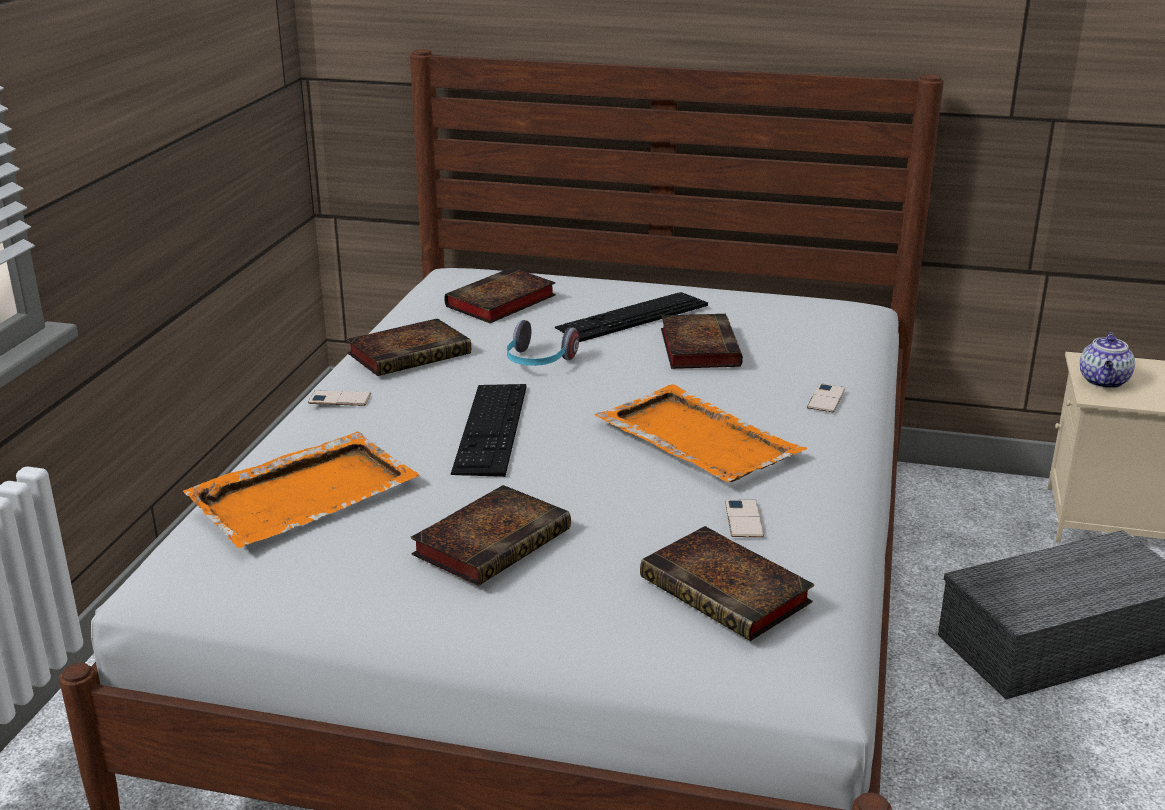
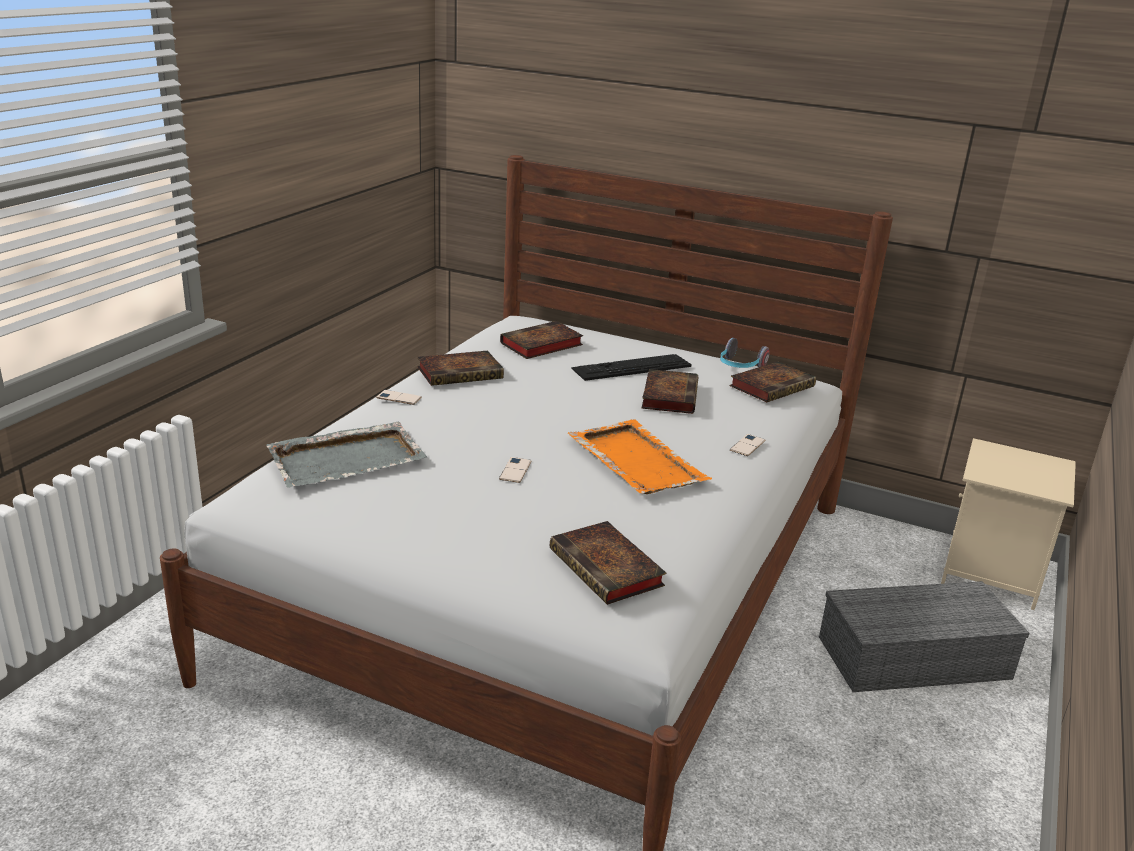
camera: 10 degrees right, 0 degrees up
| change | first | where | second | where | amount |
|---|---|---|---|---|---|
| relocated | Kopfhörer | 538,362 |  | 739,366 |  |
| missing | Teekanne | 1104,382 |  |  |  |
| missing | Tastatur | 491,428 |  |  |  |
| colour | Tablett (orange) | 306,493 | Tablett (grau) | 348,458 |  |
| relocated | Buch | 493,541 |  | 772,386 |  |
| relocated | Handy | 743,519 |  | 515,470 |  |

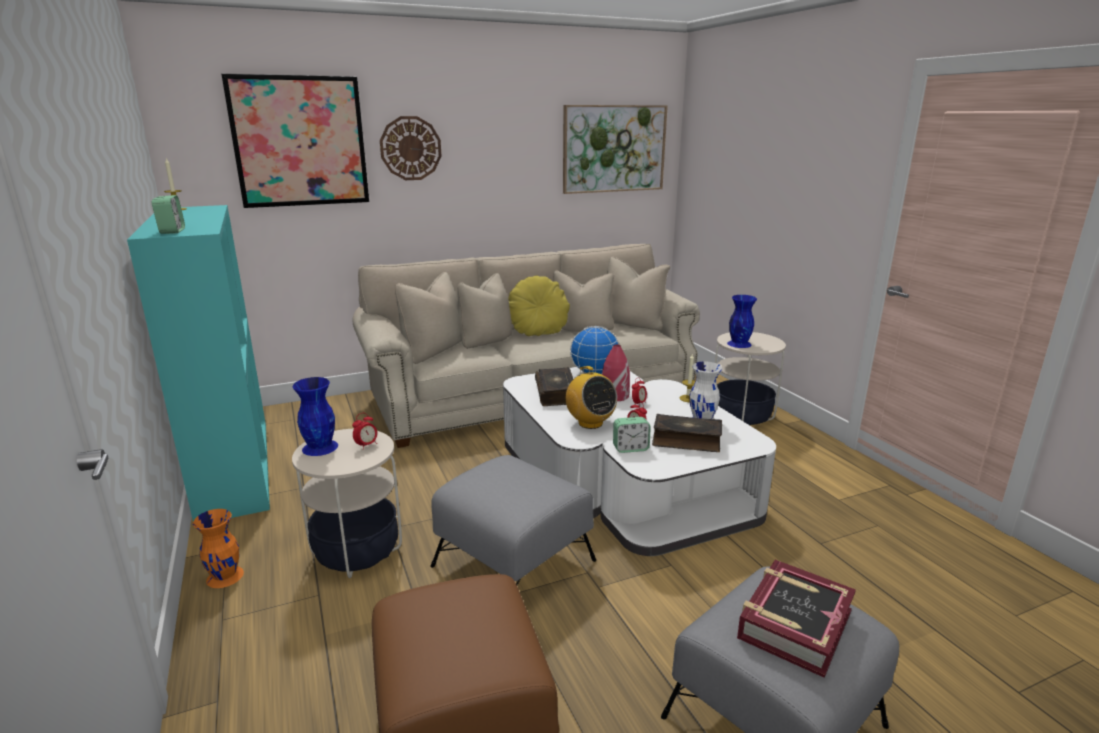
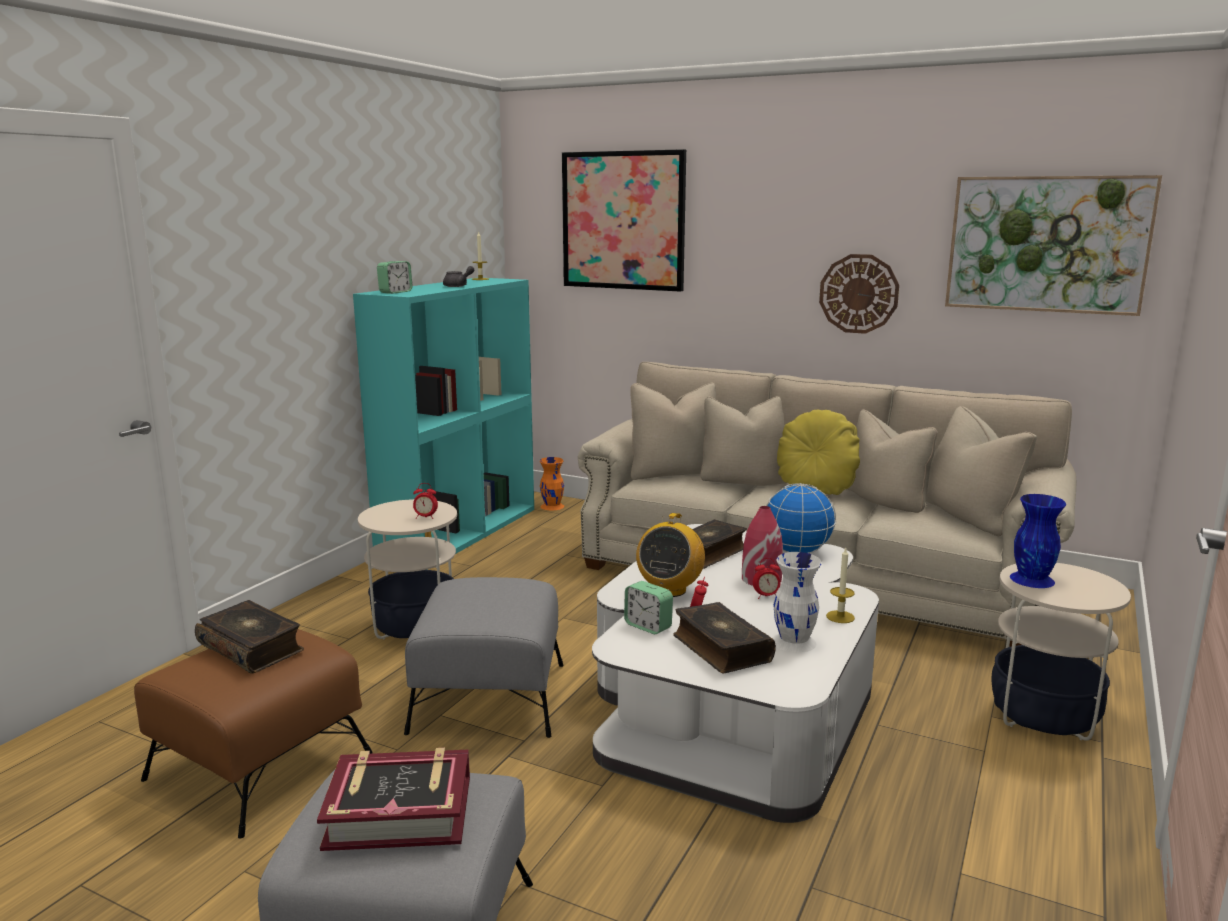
camera: 50 degrees right, 5 degrees down
| change | first | where | second | where | amount |
|---|---|---|---|---|---|
| relocated | Wanduhr | 410,148 |  | 858,293 |  |
| missing | Vase (blau) | 321,447 |  |  |  |
| relocated | Vase (orange) | 225,576 |  | 552,506 |  |
| appeared |  |  | Teekanne (grau) | 458,286 |  |
| appeared |  |  | Buch | 252,648 |  |

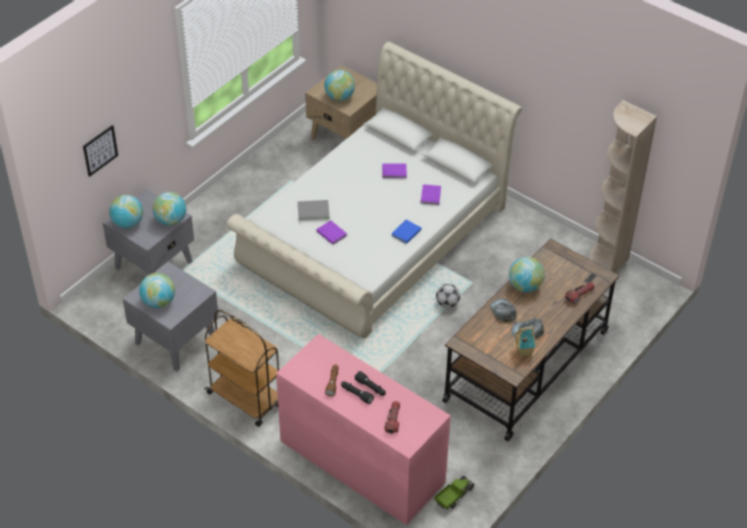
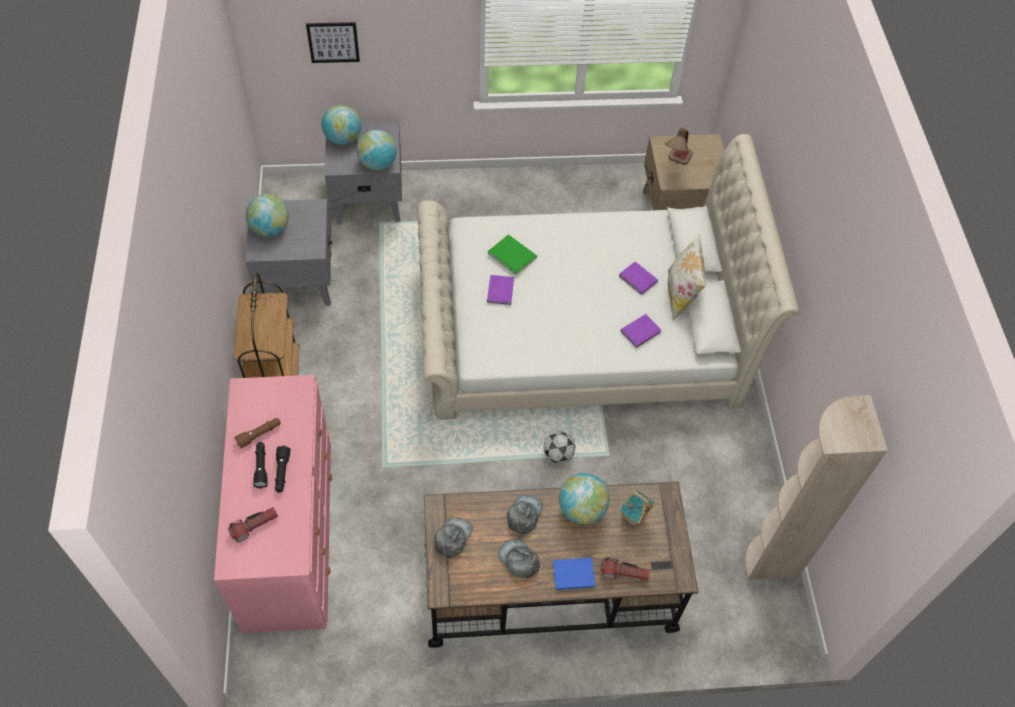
camera: 45 degrees right, 10 degrees up
| change | first | where | second | where | amount |
|---|---|---|---|---|---|
| exchanged | Globus | 339,97 | Tischlampe | 676,164 |  |
| colour | Buch (grau) | 312,210 | Buch (grün) | 512,254 |  |
| relocated | Buch (blau) | 405,233 |  | 572,574 |  |
| relocated | Spielzeughaus | 523,351 |  | 633,516 |  |
| missing | Spielzeuglaster | 454,496 |  |  |  |
| appeared |  |  | Kissen | 680,295 |  |
| appeared |  |  | Kappe (grau) | 452,538 |  |

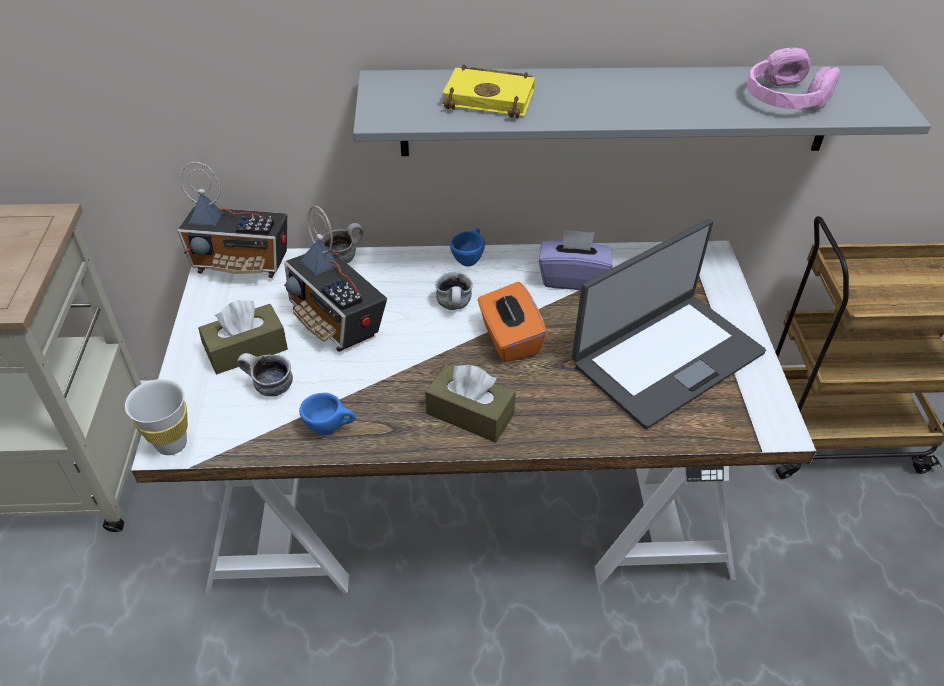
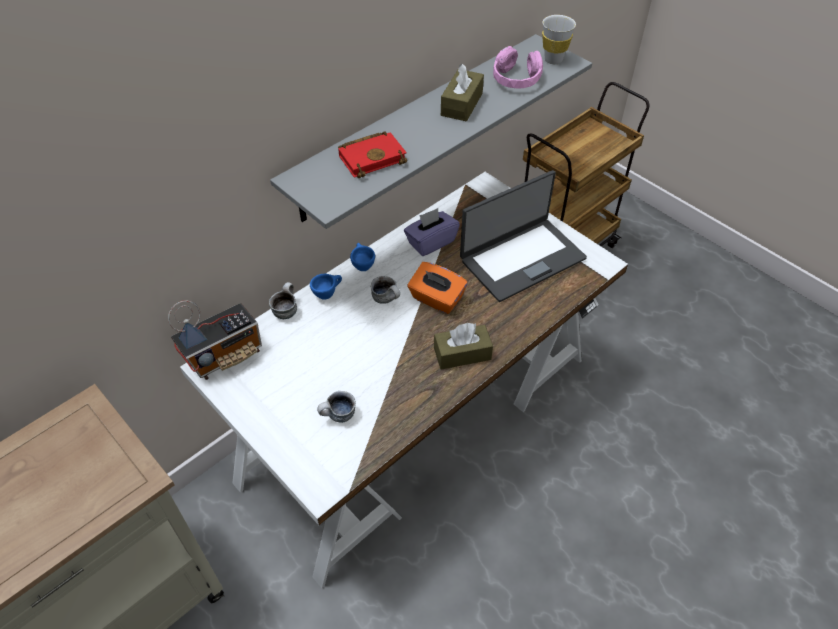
camera: 40 degrees left, 5 degrees up
| change | first | where | second | where | amount |
|---|---|---|---|---|---|
| colour | Buch (gelb) | 492,98 | Buch (rot) | 373,157 |  |
| missing | Radio | 337,322 |  |  |  |
| spun | Laptop | 666,357 |  | 521,258 | 45 degrees clockwise |
| relocated | Taschentuchbox (braun) | 246,349 |  | 461,104 |  |
| relocated | Tasse (weiß) | 171,444 |  | 553,60 |  |
| relocated | Tasse (blau) | 330,428 |  | 327,293 |  |

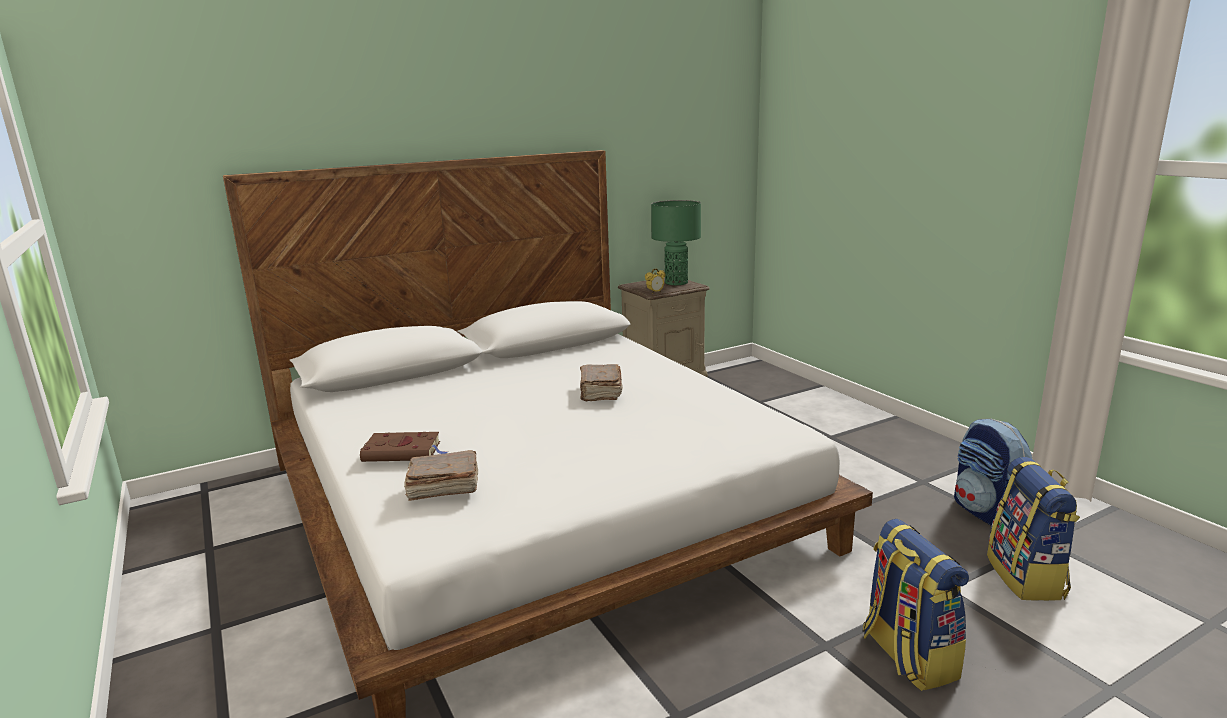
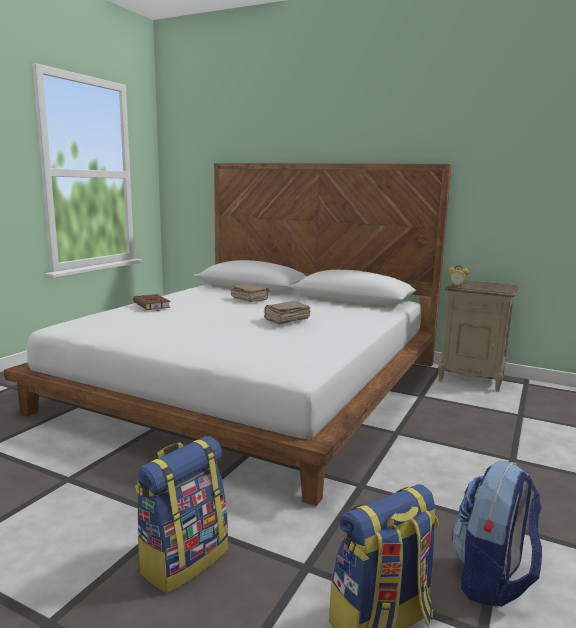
camera: 55 degrees right, 5 degrees down
| change | first | where | second | where | amount |
|---|---|---|---|---|---|
| missing | Tischlampe (grün) | 676,282 |  |  |  |
| relocated | Buch (braun) | 442,488 |  | 249,299 |  |

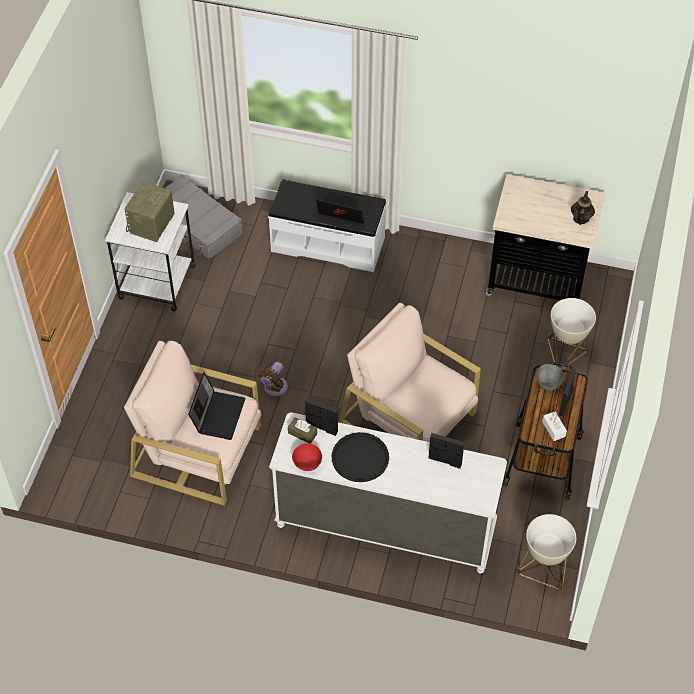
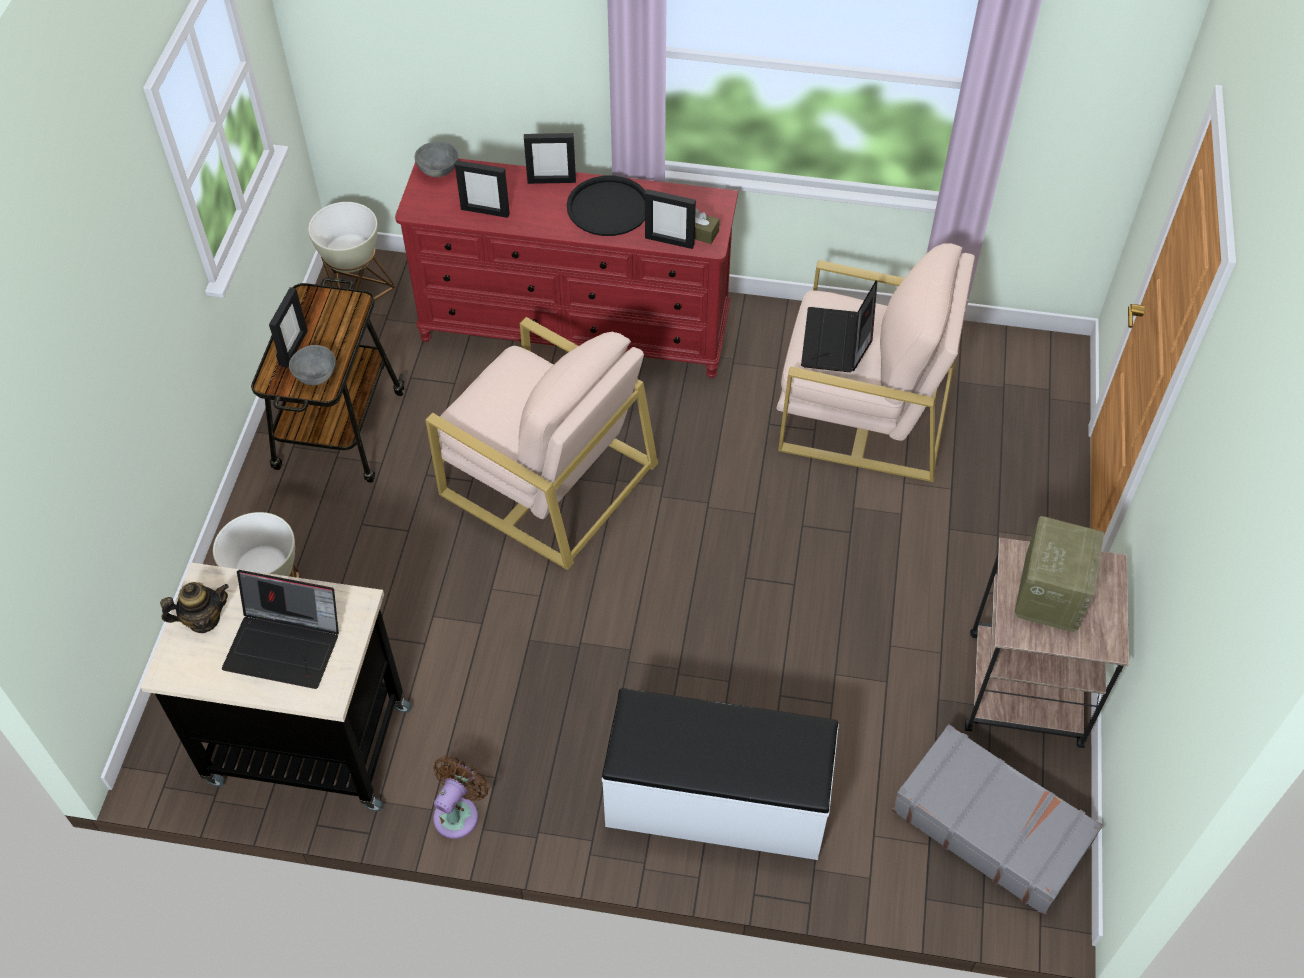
camera: 175 degrees right, 0 degrees up
| change | first | where | second | where | amount |
|---|---|---|---|---|---|
| spun | Teekanne | 581,218 |  | 203,619 | 120 degrees counterclockwise |
| colour | Rollwagen (weiß) | 157,281 | Rollwagen (braun) | 1024,691 |  |
| relocated | Laptop | 343,212 |  | 286,645 |  |
| relocated | Ventilator (braun) | 274,389 |  | 459,813 |  |
| colour | Kommode (weiß) | 384,526 | Kommode (rot) | 576,329 |  |
| missing | Taschentuchbox (weiß) | 553,429 |  |  |  |
| missing | Schüssel (rot) | 307,464 |  |  |  |
| appeared |  |  | Bilderrahmen | 551,180 |  |
| appeared |  |  | Schüssel (grau) | 437,171 |  |

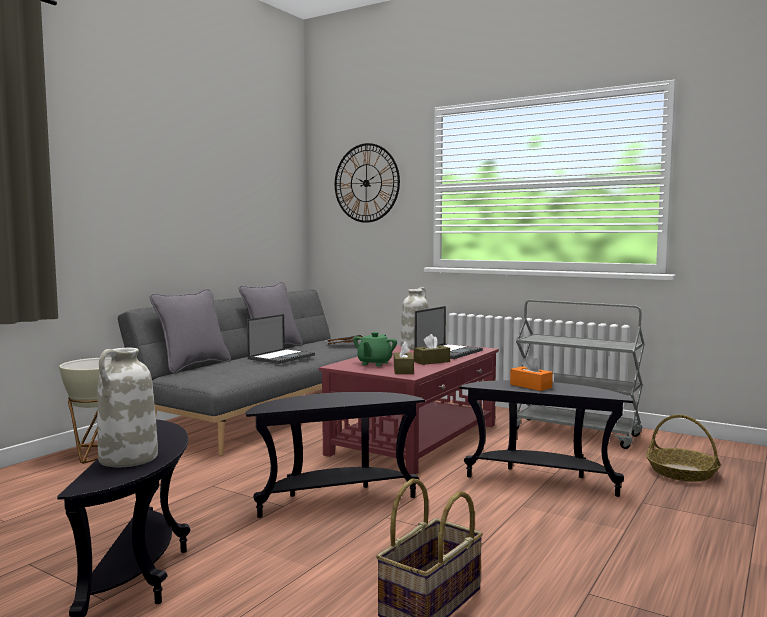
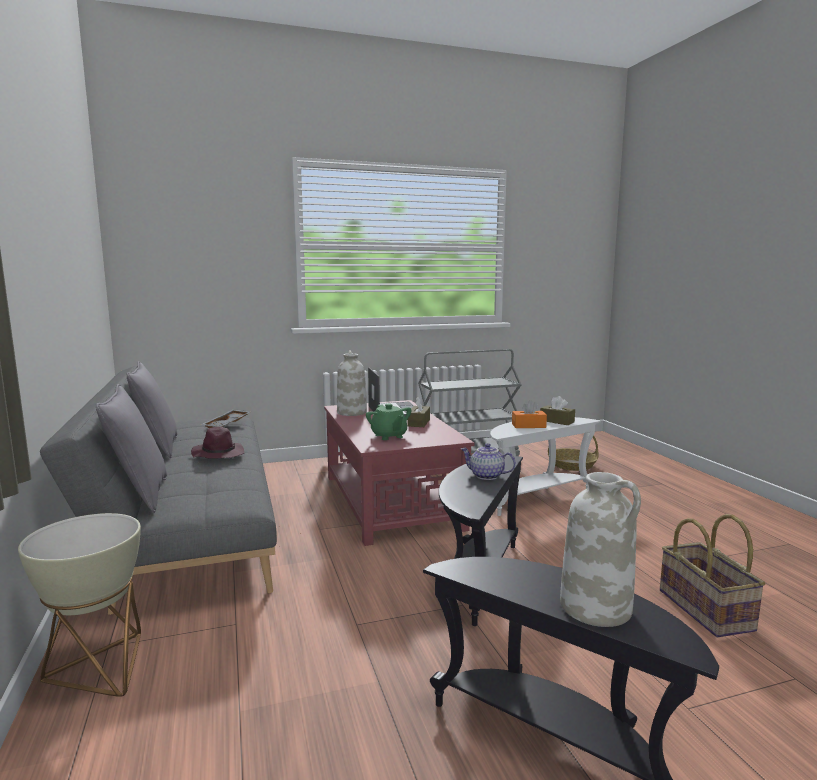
camera: 50 degrees left, 5 degrees up
| change | first | where | second | where | amount |
|---|---|---|---|---|---|
| missing | Wanduhr | 366,183 |  |  |  |
| exchanged | Laptop | 282,357 | Hut (lila) | 218,454 |  |
| relocated | Taschentuchbox (braun) | 403,370 |  | 557,421 |  |
| colour | Beistelltisch (schwarz) | 542,480 | Beistelltisch (weiß) | 535,498 |  |
| appeared |  |  | Teekanne | 486,476 |  |

